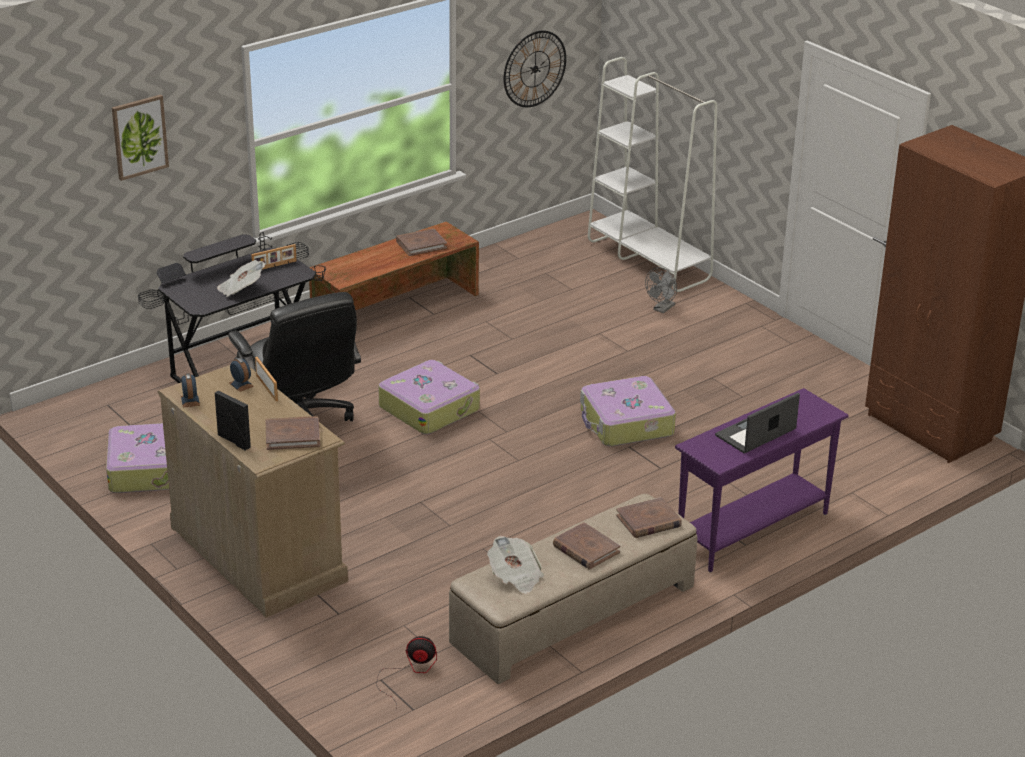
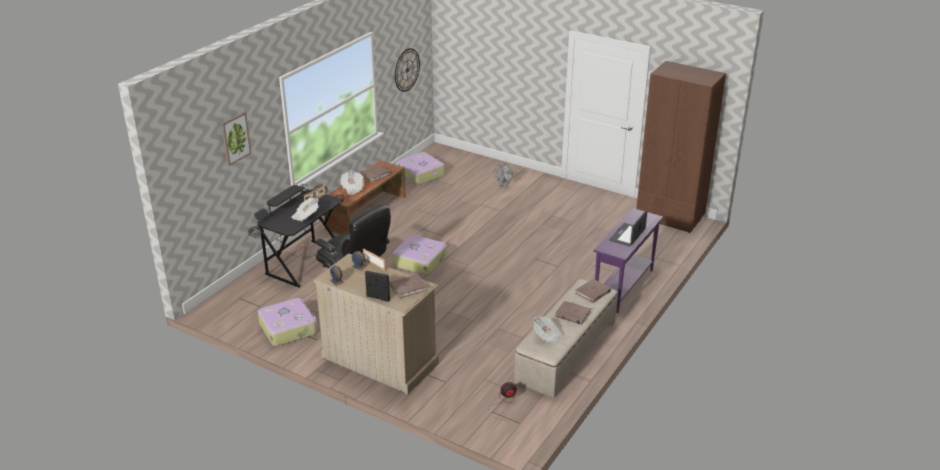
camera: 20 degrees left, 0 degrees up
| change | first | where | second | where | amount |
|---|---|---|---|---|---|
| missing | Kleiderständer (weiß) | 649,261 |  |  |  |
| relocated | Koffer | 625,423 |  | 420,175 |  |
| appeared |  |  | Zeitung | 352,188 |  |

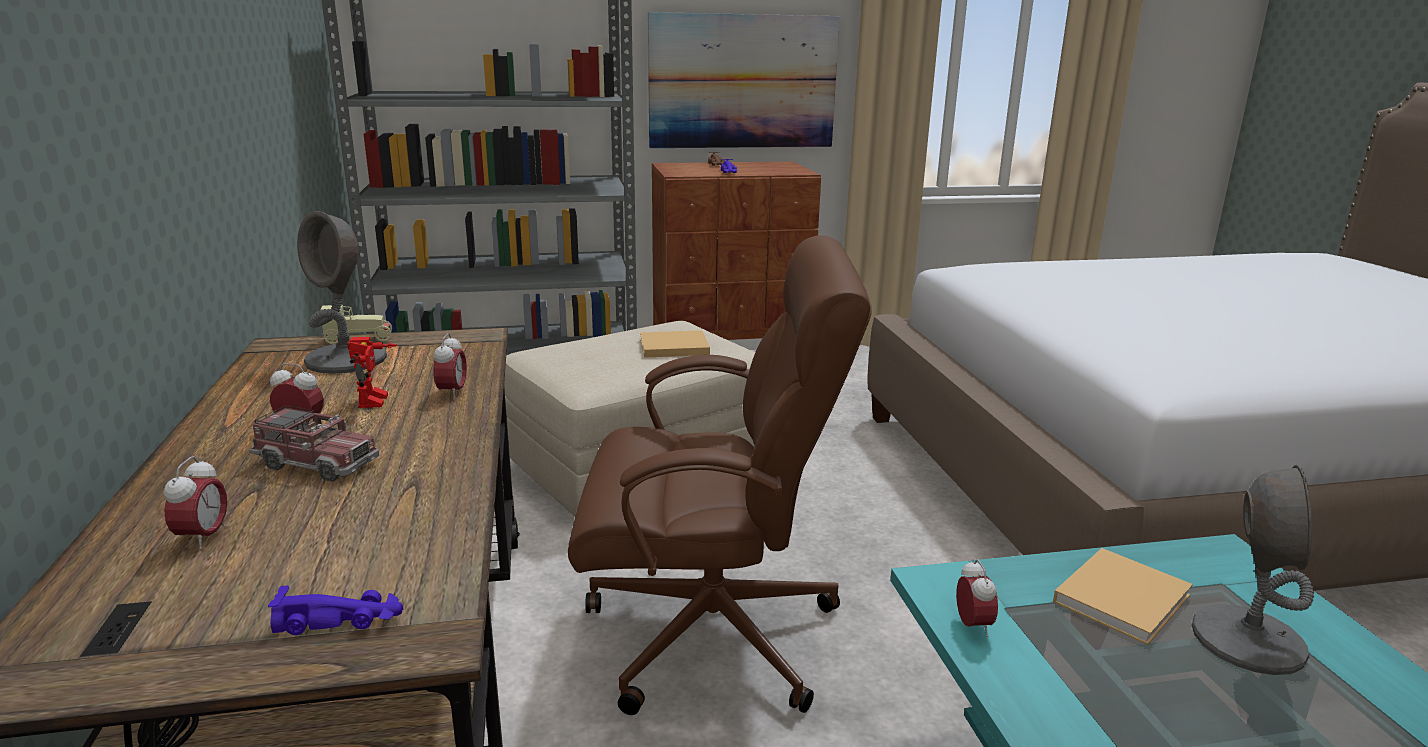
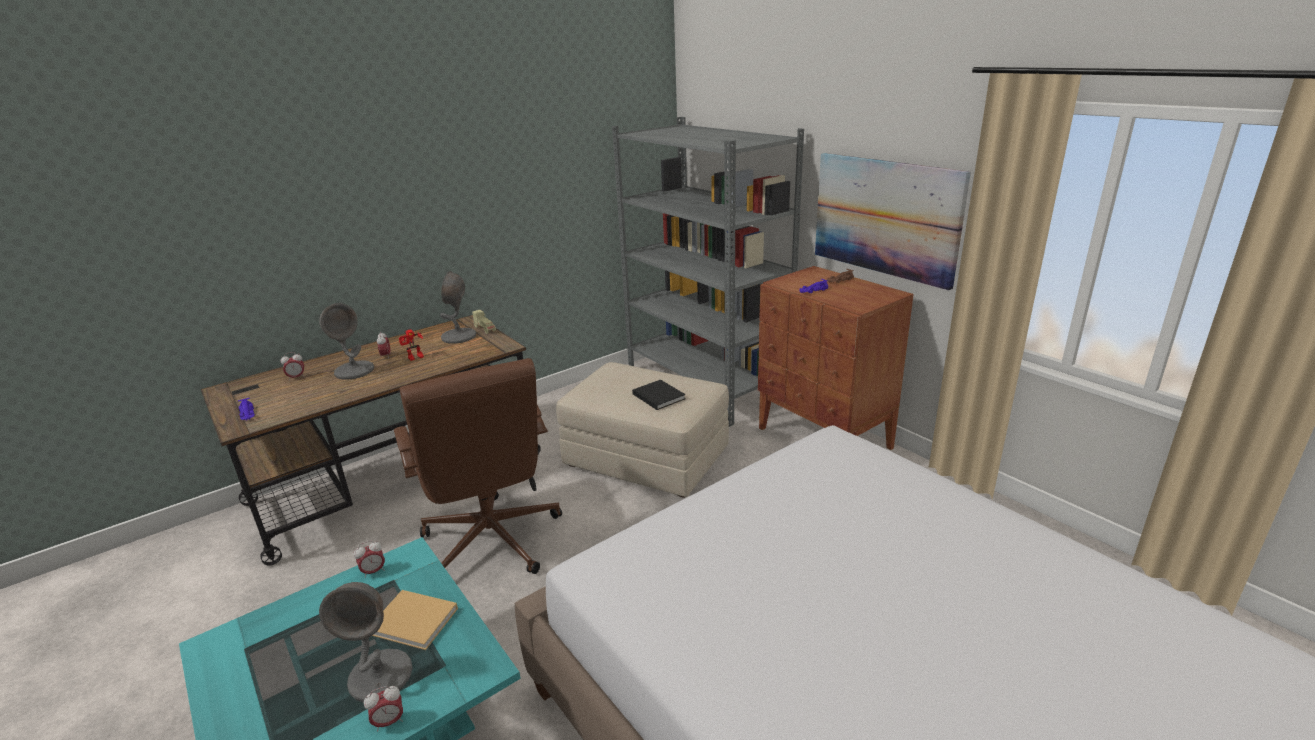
camera: 65 degrees right, 5 degrees up
| change | first | where | second | where | amount |
|---|---|---|---|---|---|
| colour | Buch (beige) | 671,347 | Buch (schwarz) | 658,396 |  |
| relocated | Wecker | 452,392 |  | 389,722 |  |
| exchanged | Spielzeuglaster | 317,463 | Tischlampe (grau) | 354,371 |  |

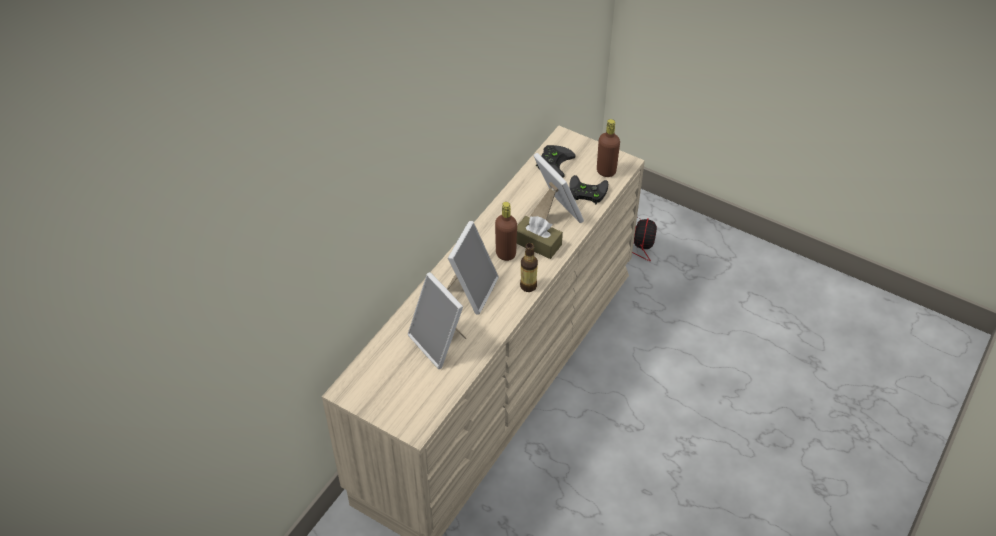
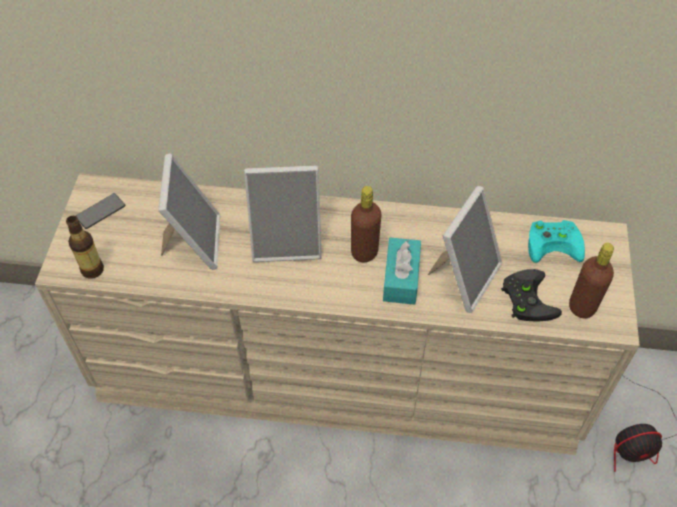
camera: 65 degrees right, 5 degrees up
| change | first | where | second | where | amount |
|---|---|---|---|---|---|
| colour | Gamepad (schwarz) | 553,162 | Gamepad (türkis) | 555,242 |  |
| colour | Taschentuchbox (braun) | 537,243 | Taschentuchbox (türkis) | 401,278 |  |
| relocated | Flasche | 528,286 |  | 92,270 |  |
| spun | Bilderrahmen | 439,343 |  | 193,242 | 150 degrees clockwise |
| appeared |  |  | Handy | 100,212 |  |

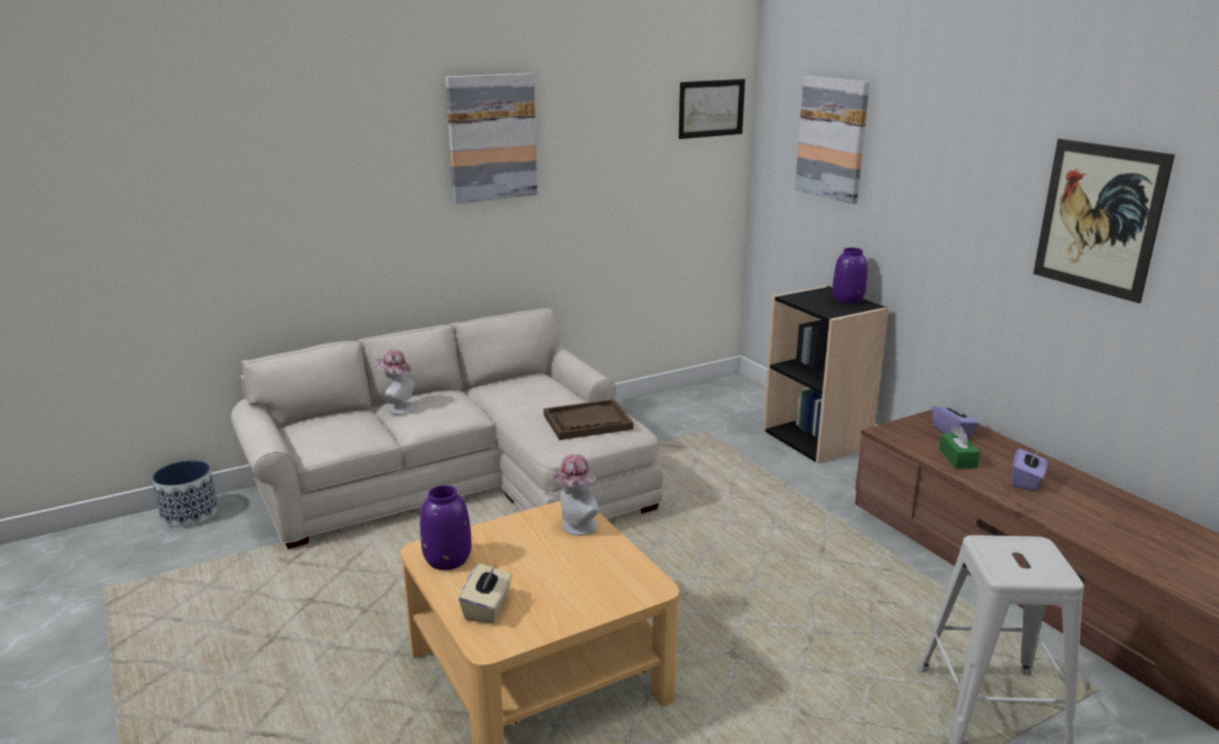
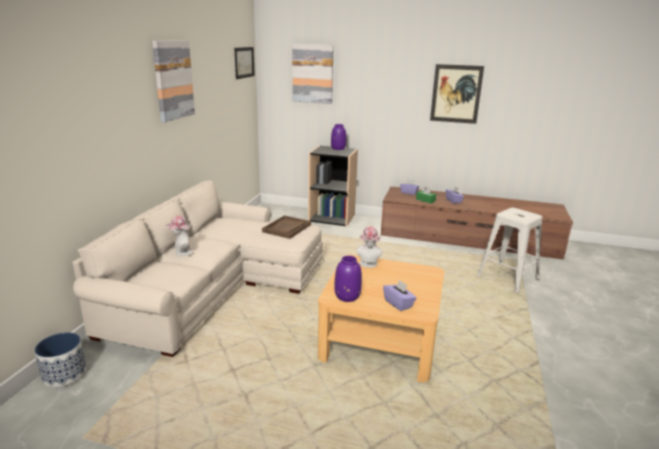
camera: 45 degrees left, 0 degrees up
| change | first | where | second | where | amount |
|---|---|---|---|---|---|
| colour | Taschentuchbox (beige) | 487,608 | Taschentuchbox (lila) | 398,304 |  |

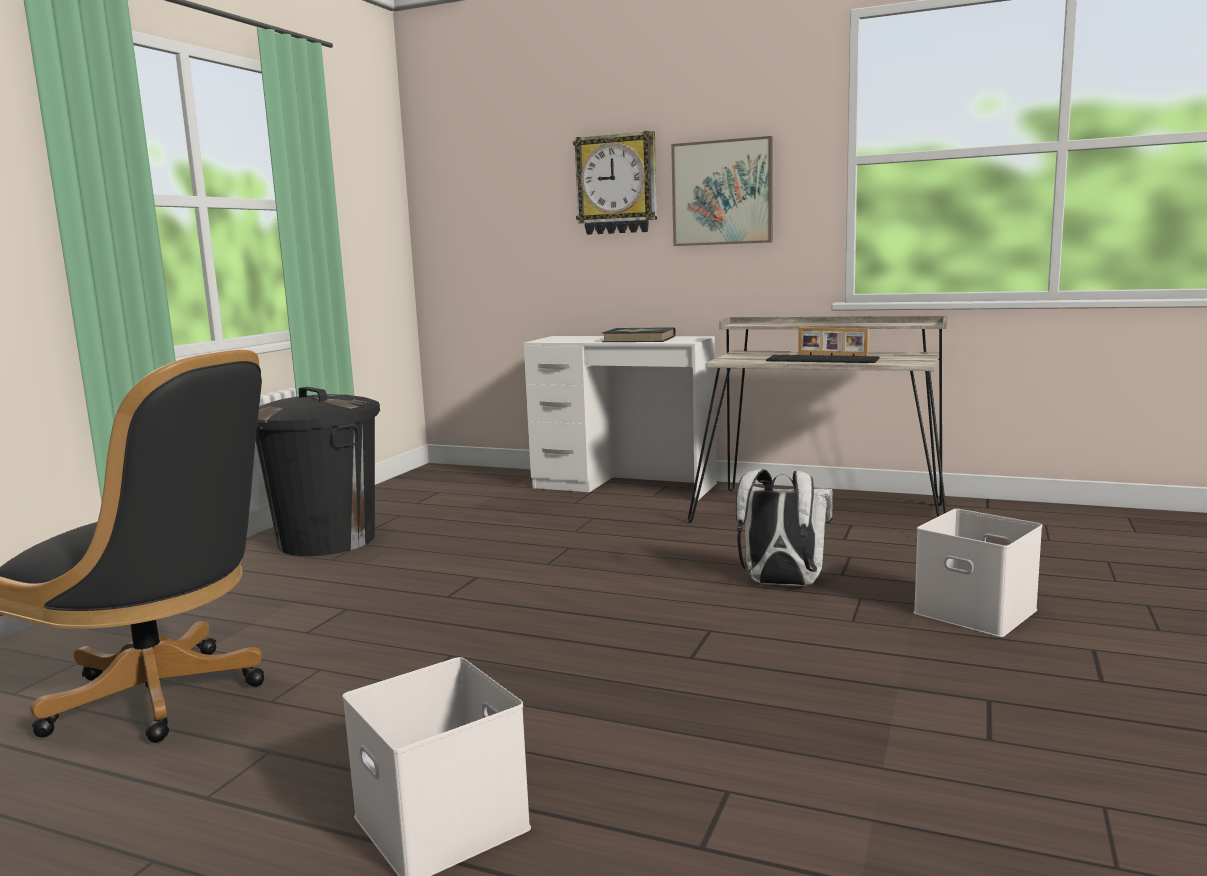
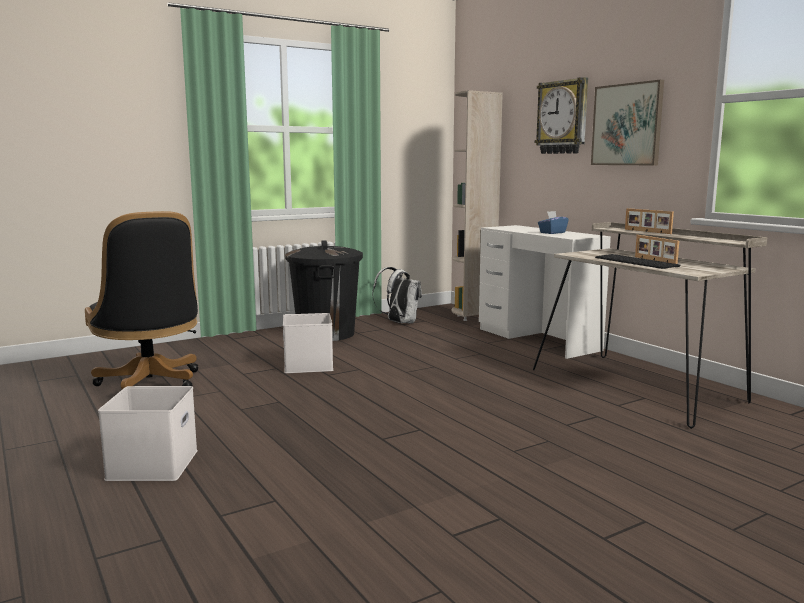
camera: 35 degrees right, 0 degrees up
| change | first | where | second | where | amount |
|---|---|---|---|---|---|
| exchanged | Buch | 639,339 | Taschentuchbox (blau) | 552,233 |  |
| relocated | Rucksack (weiß) | 780,584 |  | 399,322 |  |
| relocated | Aufbewahrungsbox (weiß) | 978,611 |  | 309,365 |  |
| appeared |  |  | Bücherregal (beige) | 469,316 |  |
| appeared |  |  | Bilderrahmen | 647,231 |  |

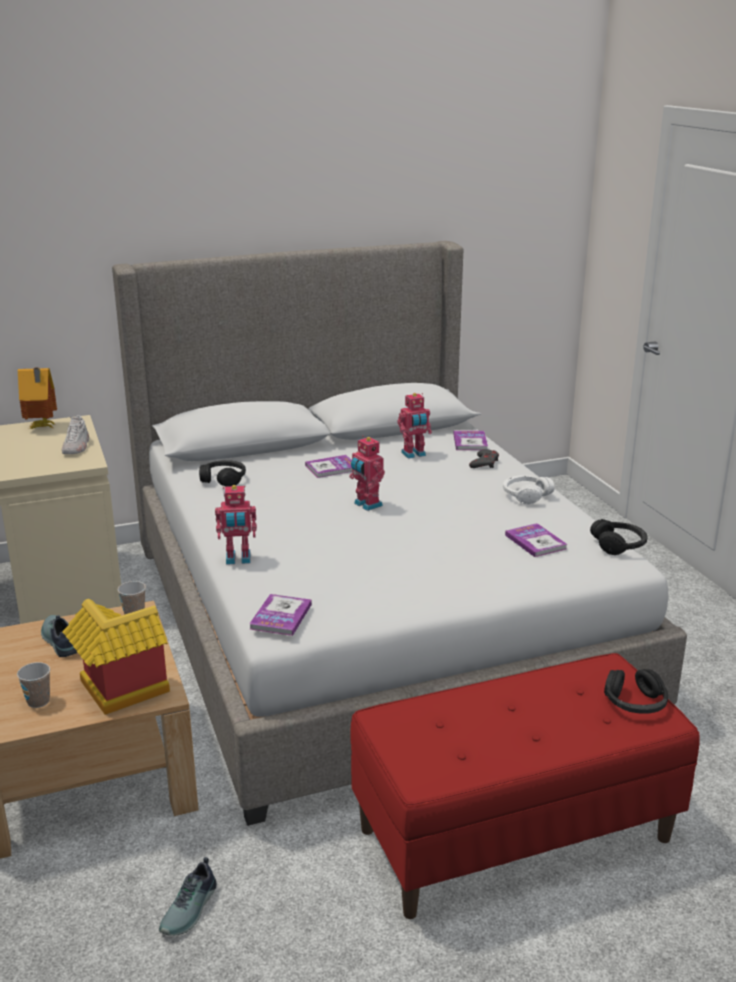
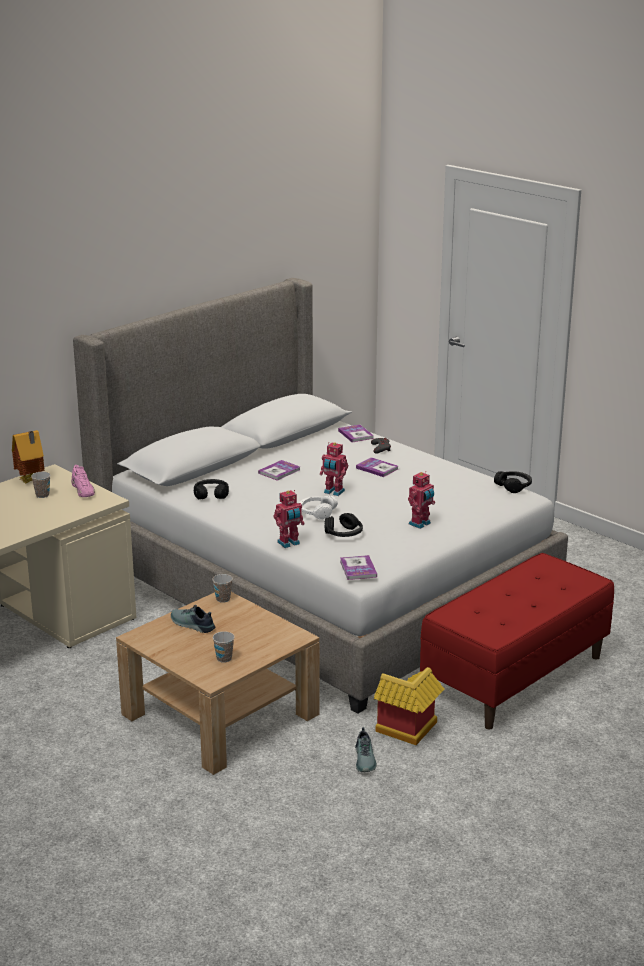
camera: 25 degrees left, 0 degrees up
| change | first | where | second | where | amount |
|---|---|---|---|---|---|
| relocated | Spielzeugroboter | 414,454 |  | 420,524 |  |
| colour | Schuh (weiß) | 77,447 | Schuh (rosa) | 83,490 |  |
| relocated | Kopfhörer (weiß) | 526,496 |  | 317,512 |  |
| relocated | Buch | 535,542 |  | 377,468 |  |
| relocated | Spielzeughaus | 117,692 |  | 406,731 |  |
| relocated | Kopfhörer (schwarz) | 635,703 |  | 343,534 |  |
| appeared |  |  | Tasse | 42,495 |  |

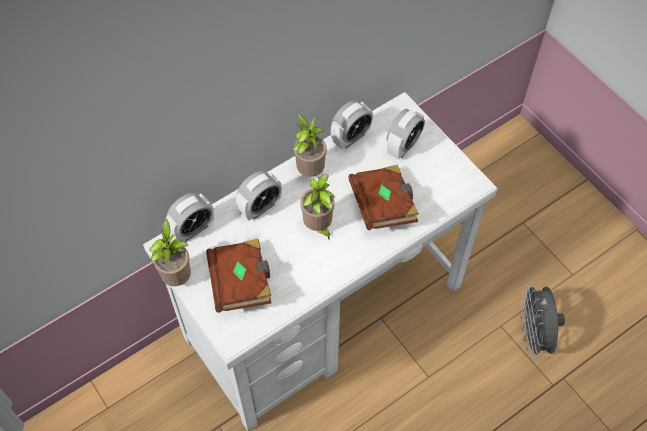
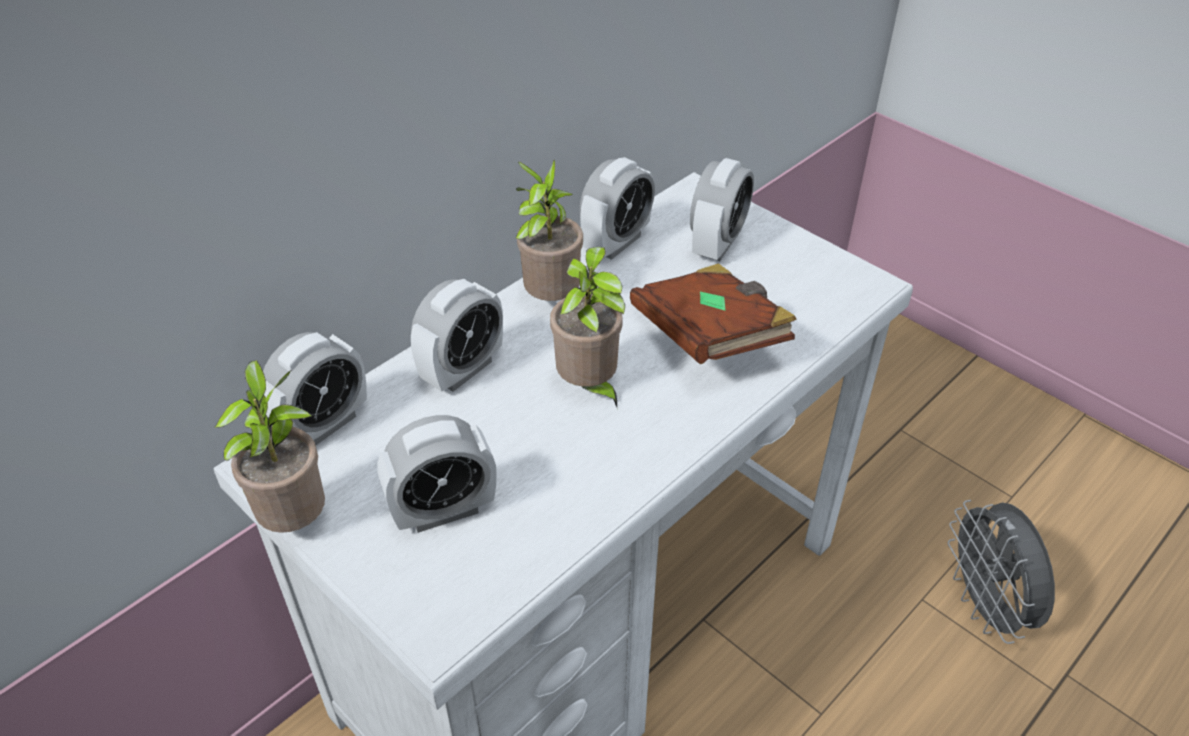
camera: 10 degrees left, 15 degrees down
| change | first | where | second | where | amount |
|---|---|---|---|---|---|
| exchanged | Buch (braun) | 241,282 | Wecker | 443,511 |  |

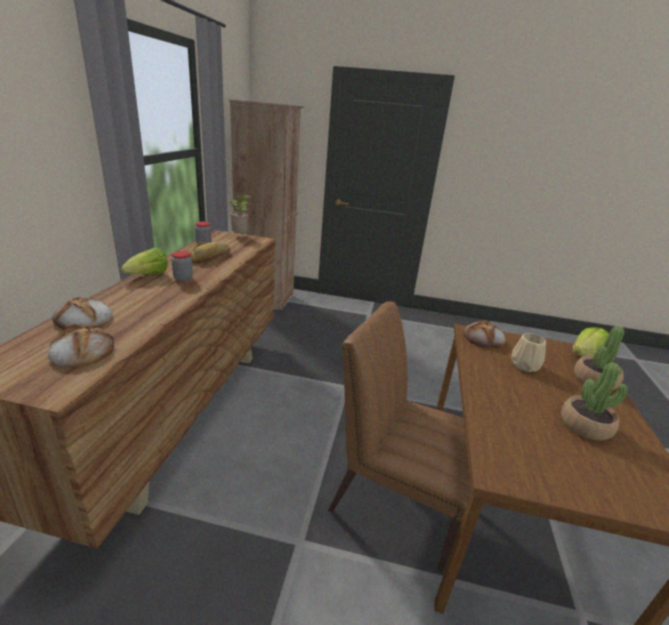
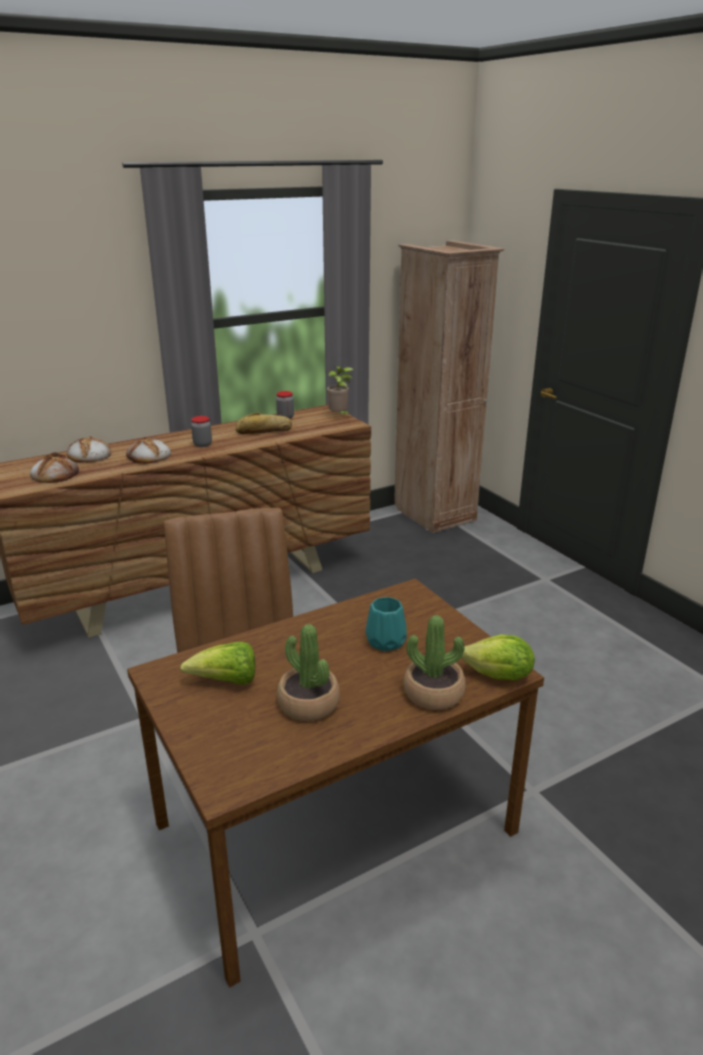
camera: 50 degrees right, 0 degrees up
| change | first | where | second | where | amount |
|---|---|---|---|---|---|
| relocated | Salatkopf | 148,275 |  | 226,681 |  |
| relocated | Brot | 483,338 |  | 148,456 |  |
| colour | Vase (beige) | 524,365 | Vase (türkis) | 387,642 |  |

